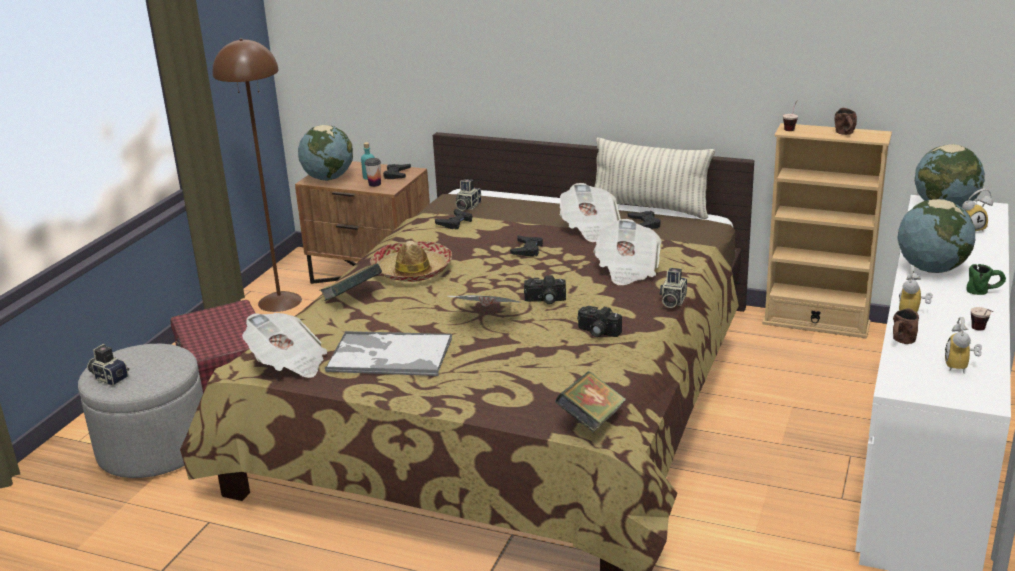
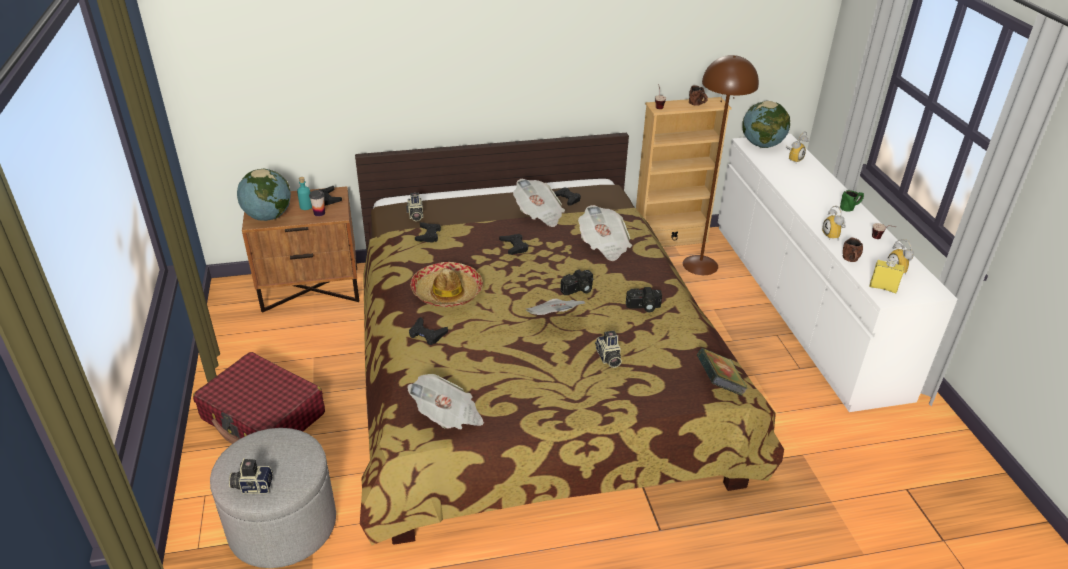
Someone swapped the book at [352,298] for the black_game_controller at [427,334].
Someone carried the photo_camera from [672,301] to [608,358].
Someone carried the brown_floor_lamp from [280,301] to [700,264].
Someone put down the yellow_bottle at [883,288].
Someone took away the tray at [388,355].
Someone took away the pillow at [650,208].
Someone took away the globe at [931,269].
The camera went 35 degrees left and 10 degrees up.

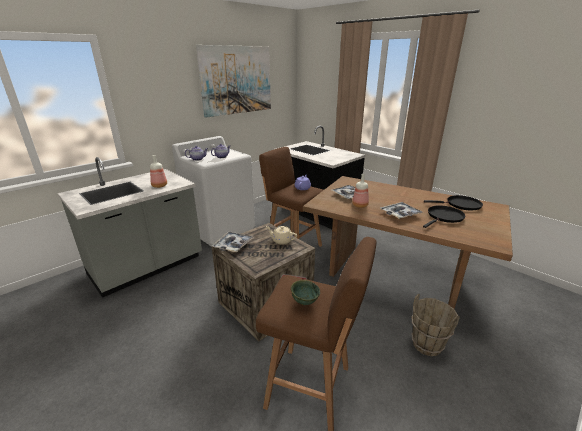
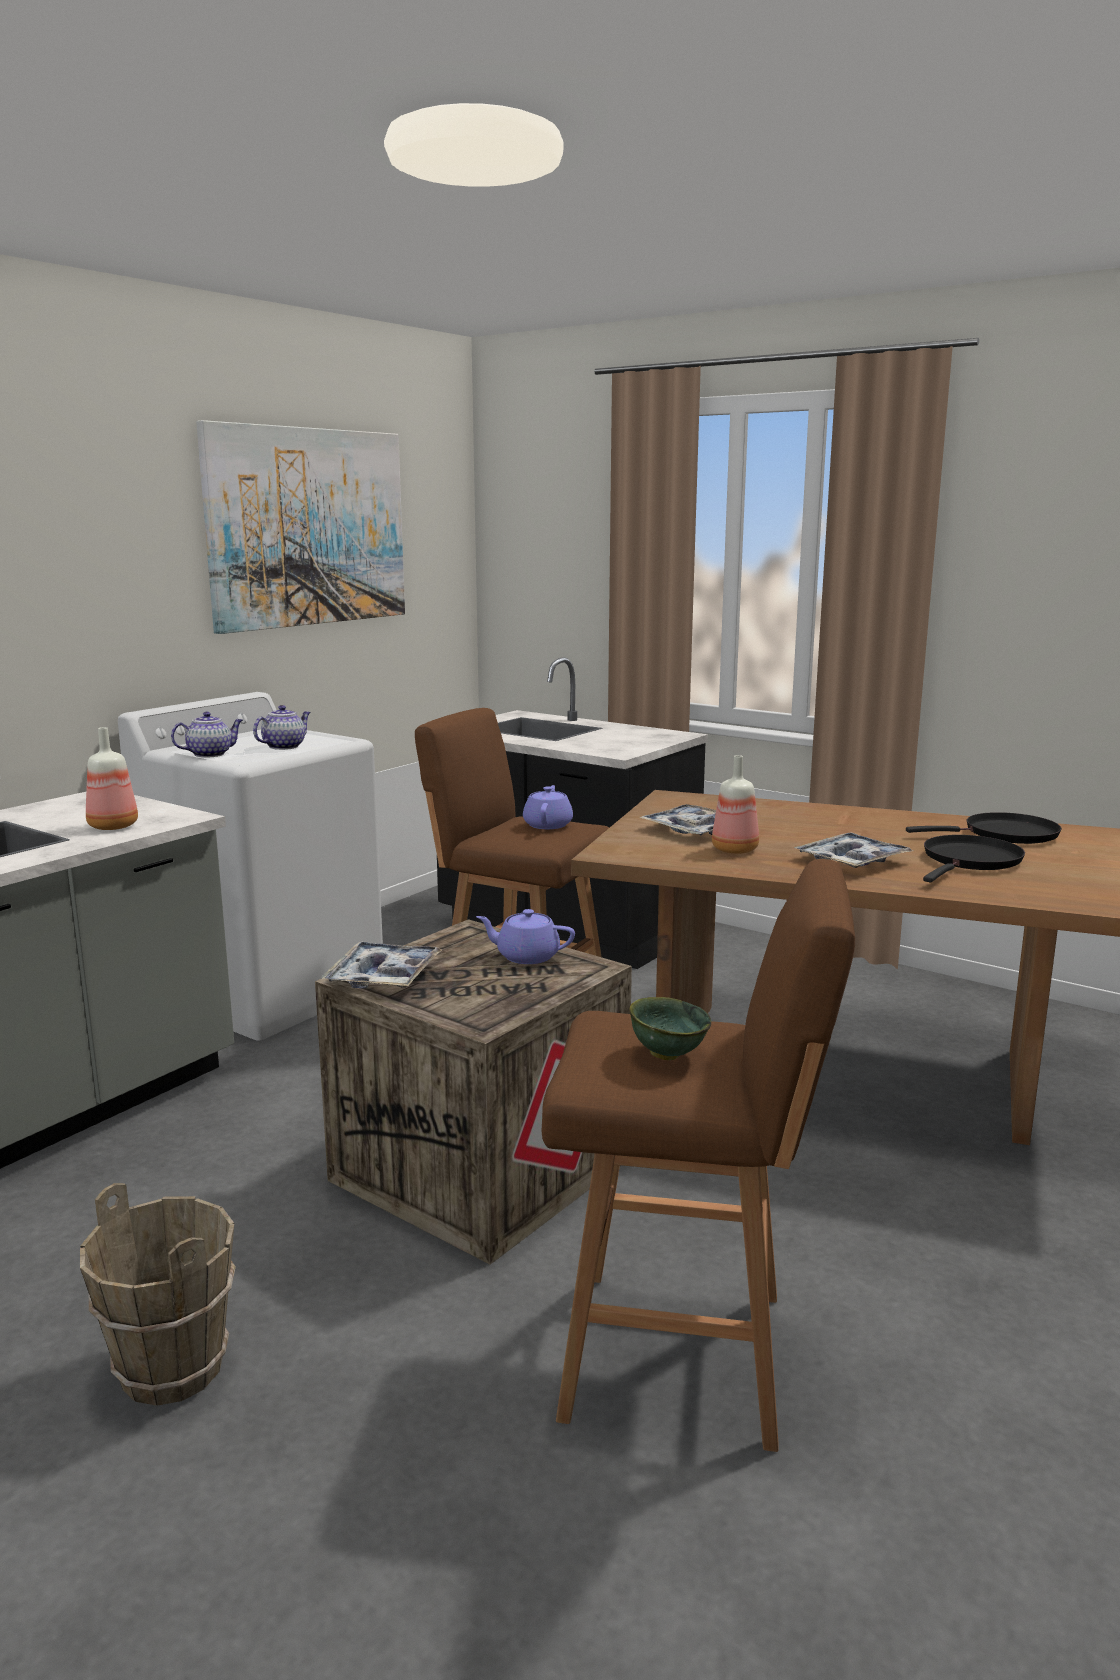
Someone carried the brown_bucket from [427,344] to [173,1368].
Someone repainted the beige_teapot at [281,240], which became the purple_teapot at [526,956].
The camera went 10 degrees left and 10 degrees down.

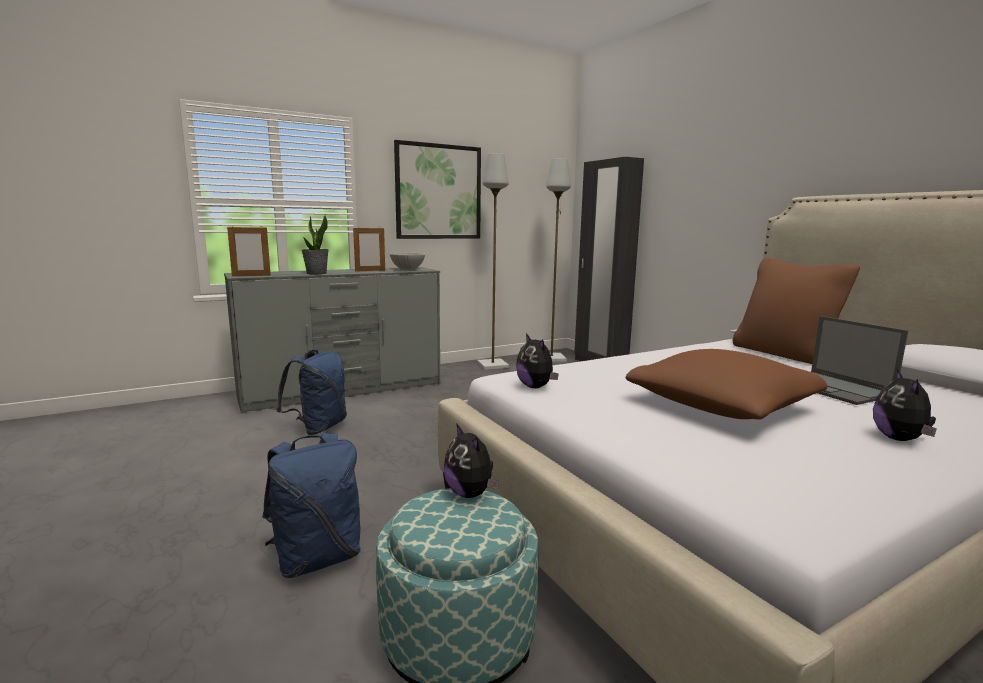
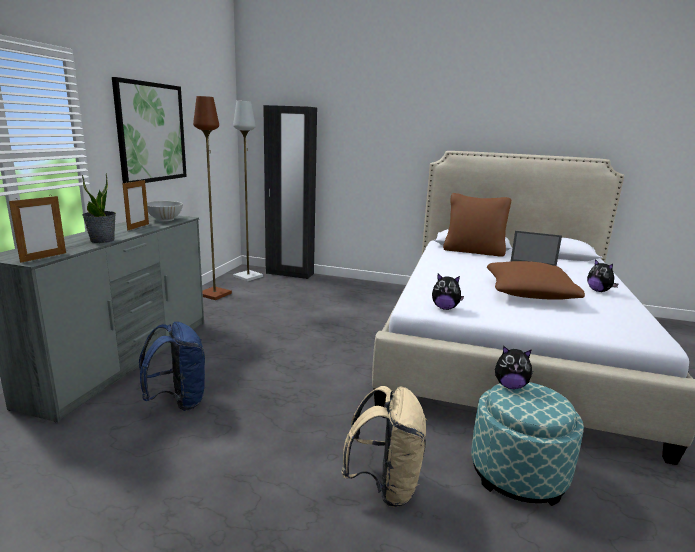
Someone repainted the grey_floor_lamp at [493,365], which became the brown_floor_lamp at [215,294].
Someone repainted the blue_backpack at [317,558], which became the beige_backpack at [385,485].
The camera went 45 degrees left and 5 degrees up.

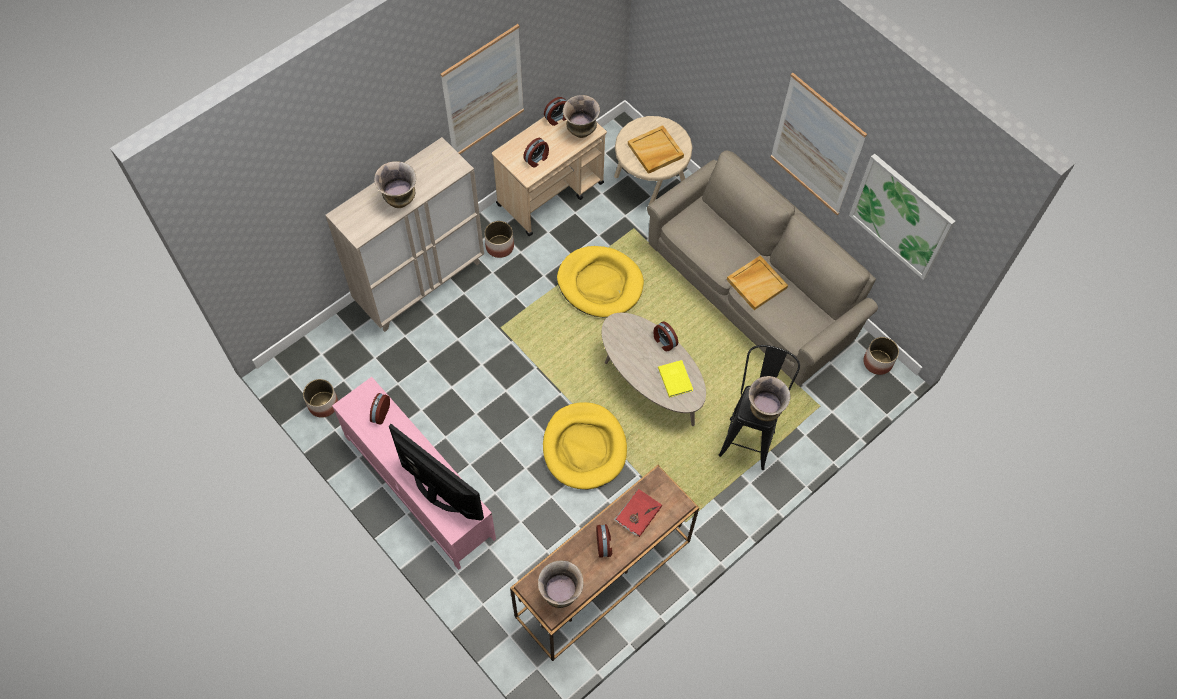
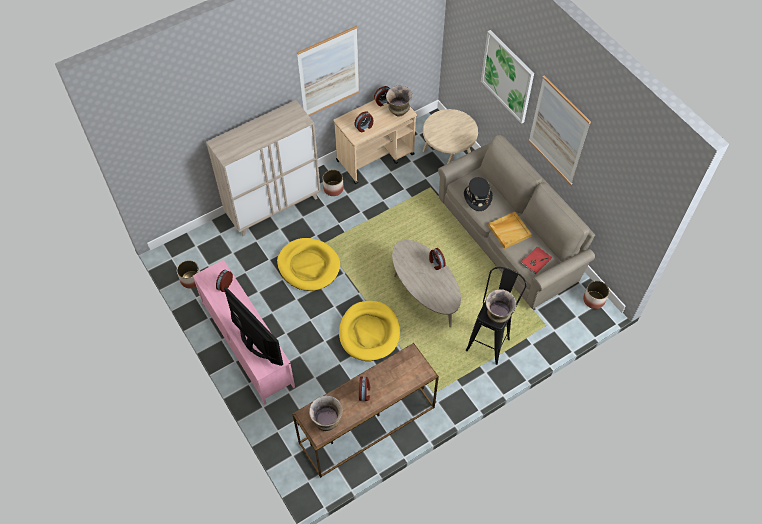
Someone carried the yellow_dog_bed from [600,283] to [308,266].
Someone put down the black_hat at [477,198].
Someone carried the picture from [901,216] to [507,76].
Someone carried the red_book from [637,513] to [535,261].
Someone took away the vase at [400,200].
Someone took away the beige_tray at [655,151].
Someone took away the yellow_book at [676,378].
The camera went 10 degrees right and 5 degrees down.

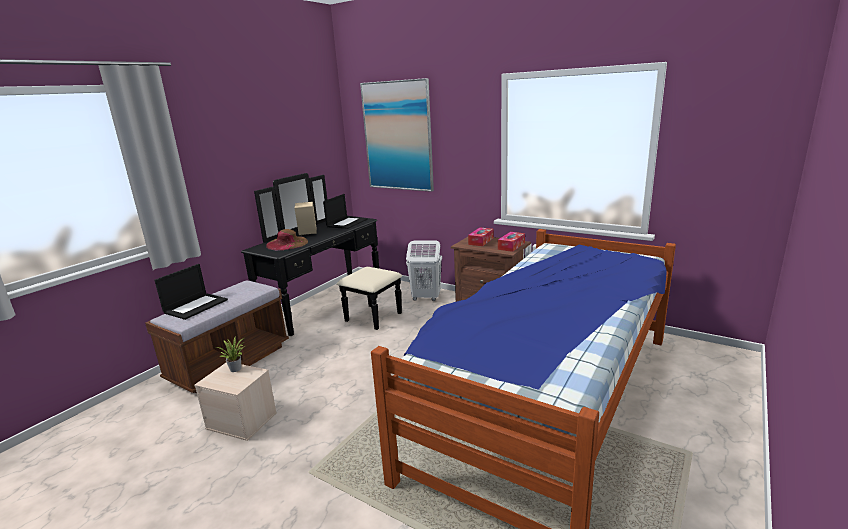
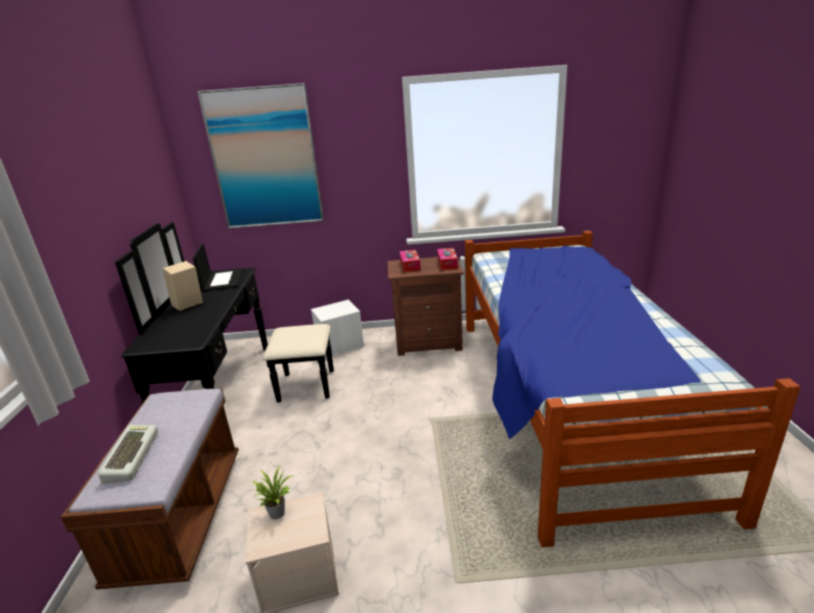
Someone swapped the laptop at [196,306] for the keyboard at [130,456].
Someone swapped the white_laundry_basket at [426,298] for the white_storage_box at [339,345].
Someone took away the brown_hat at [287,243].
The camera went 35 degrees left and 5 degrees up.

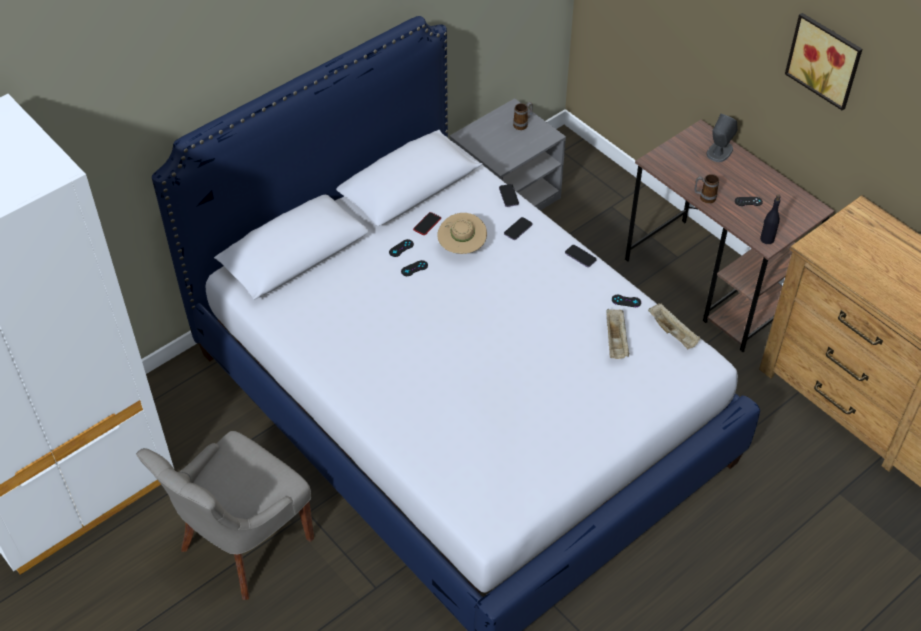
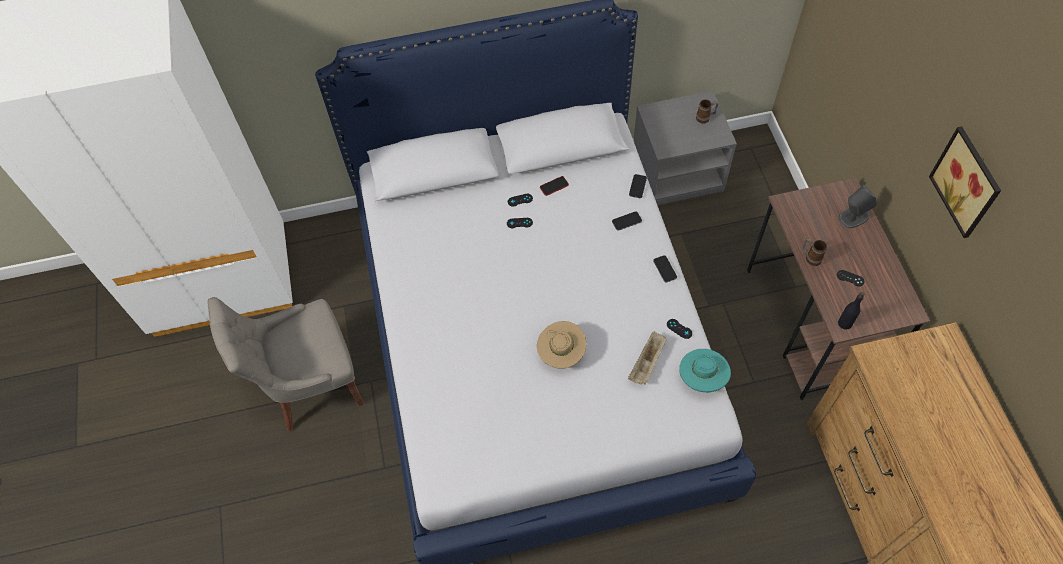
Someone carried the beige_hat from [462,247] to [561,353].
Someone swapped the beige_tray at [673,333] for the turquoise_hat at [702,378].
The camera went 30 degrees right and 10 degrees up.

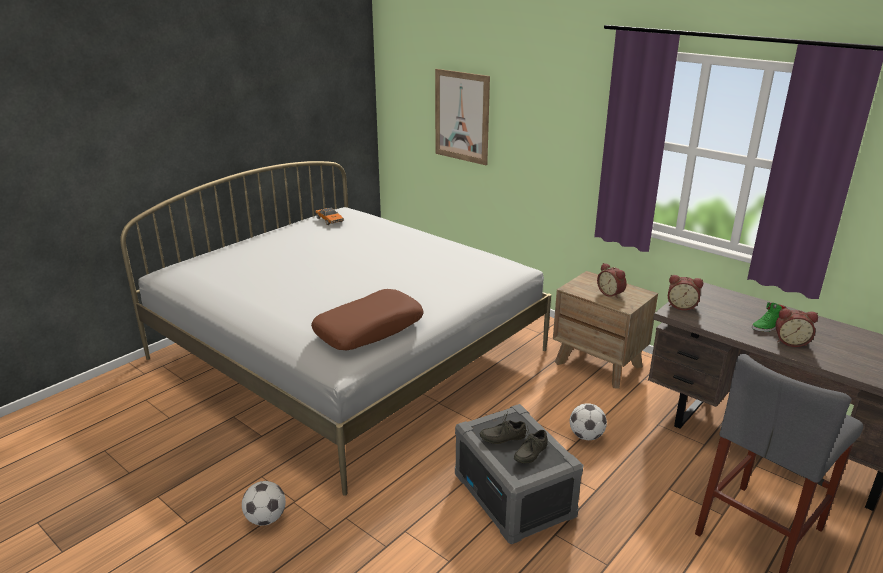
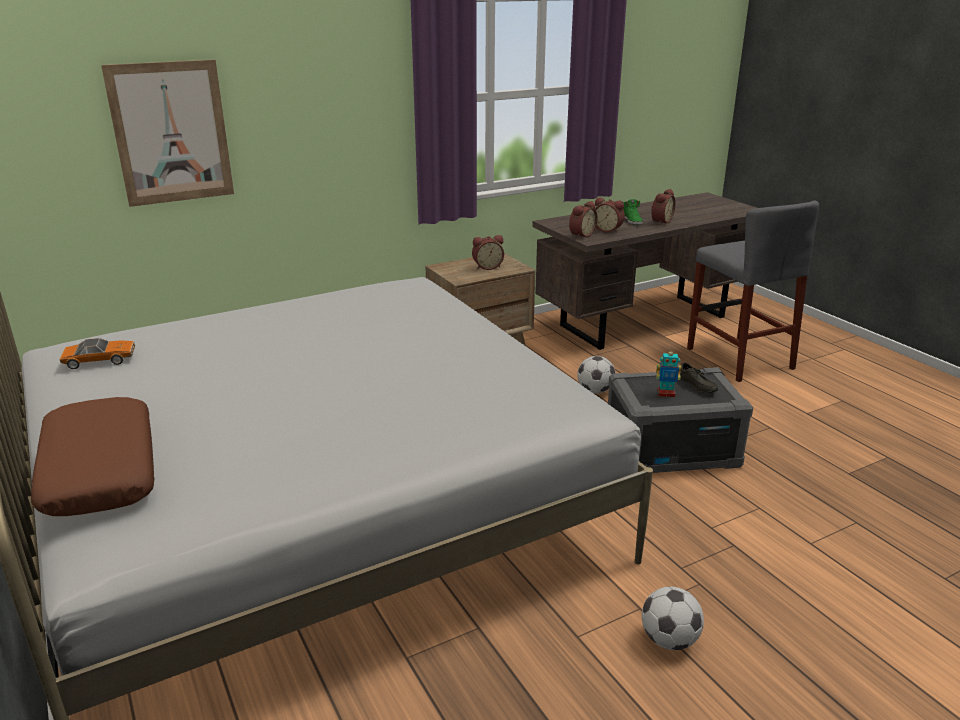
Someone carried the brown_pillow from [369,329] to [99,471].
Someone put down the alarm_clock at [608,230].
Someone swapped the grey_shoe at [502,436] for the toy_robot at [666,393].
The camera went 70 degrees left and 0 degrees up.

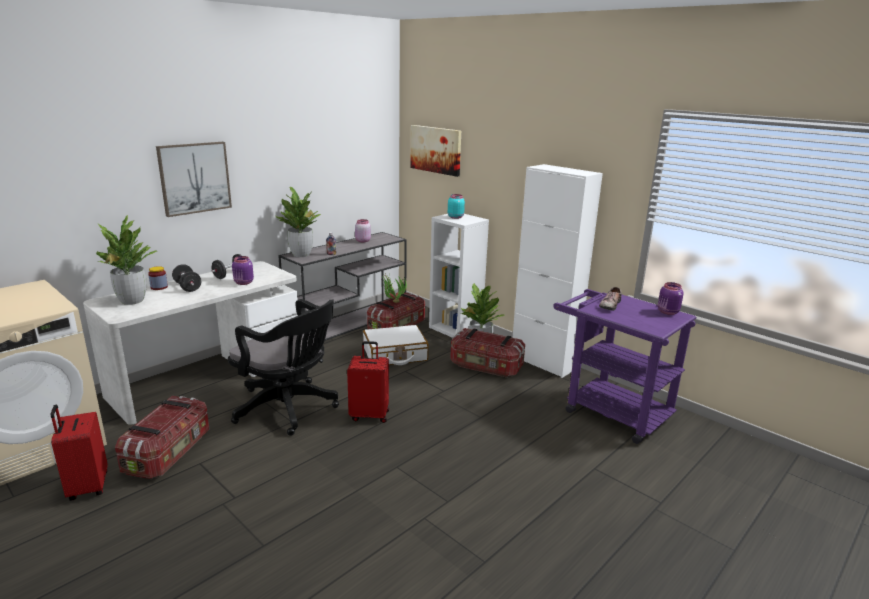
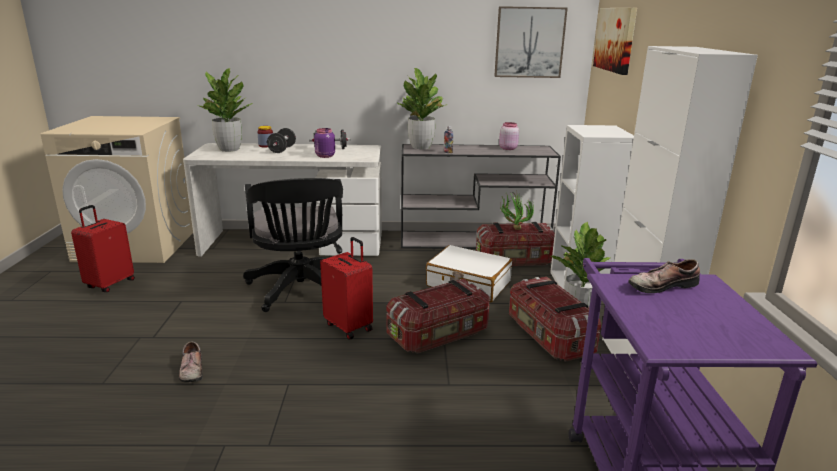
Someone put down the shoe at [191,370].
Someone carried the storage_box from [169,453] to [439,335].
Someone carried the picture from [194,178] to [529,42].
Someone took away the turquoise_jar at [455,217].
Someone took away the purple_jar at [667,312].
The camera went 45 degrees right and 0 degrees up.

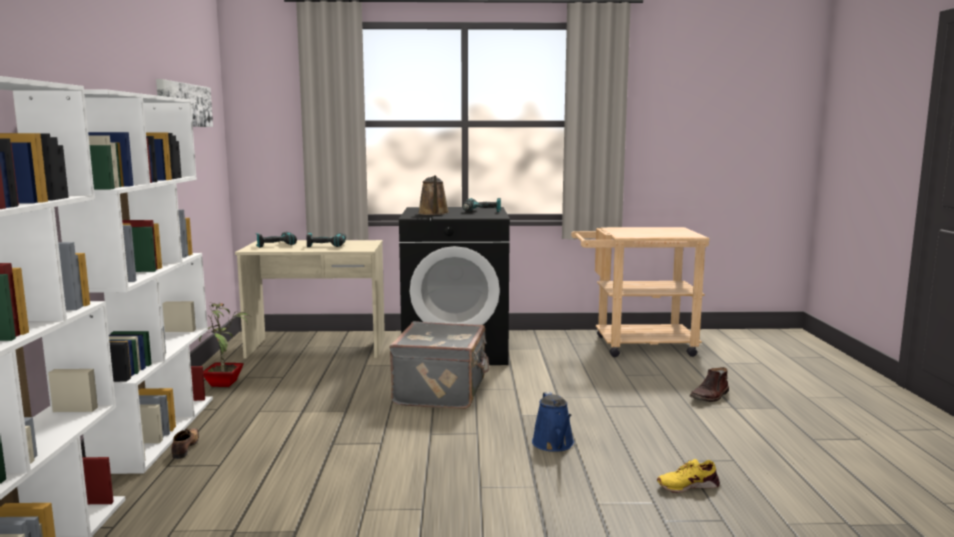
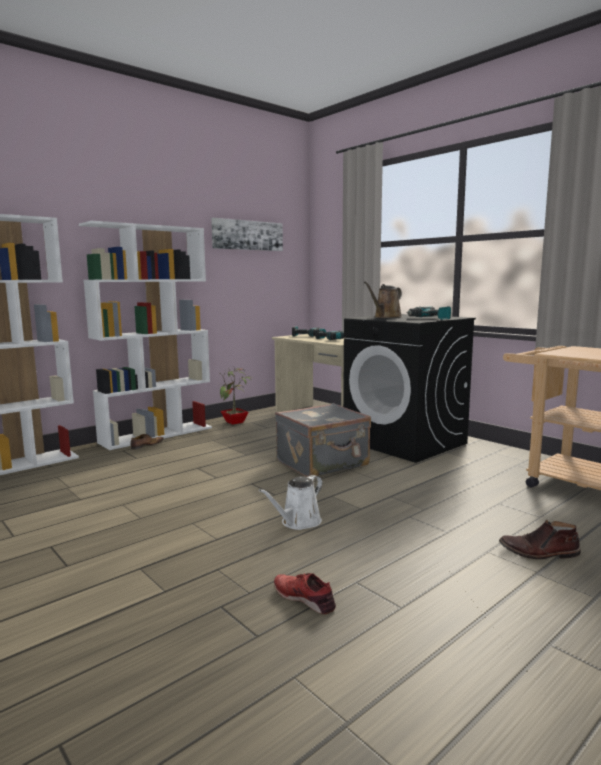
Someone repainted the blue_watering_can at [554,444], which became the white_watering_can at [298,522].
Someone repainted the yellow_shoe at [687,485], which became the red_shoe at [305,598].
The camera went 50 degrees right and 0 degrees up.

